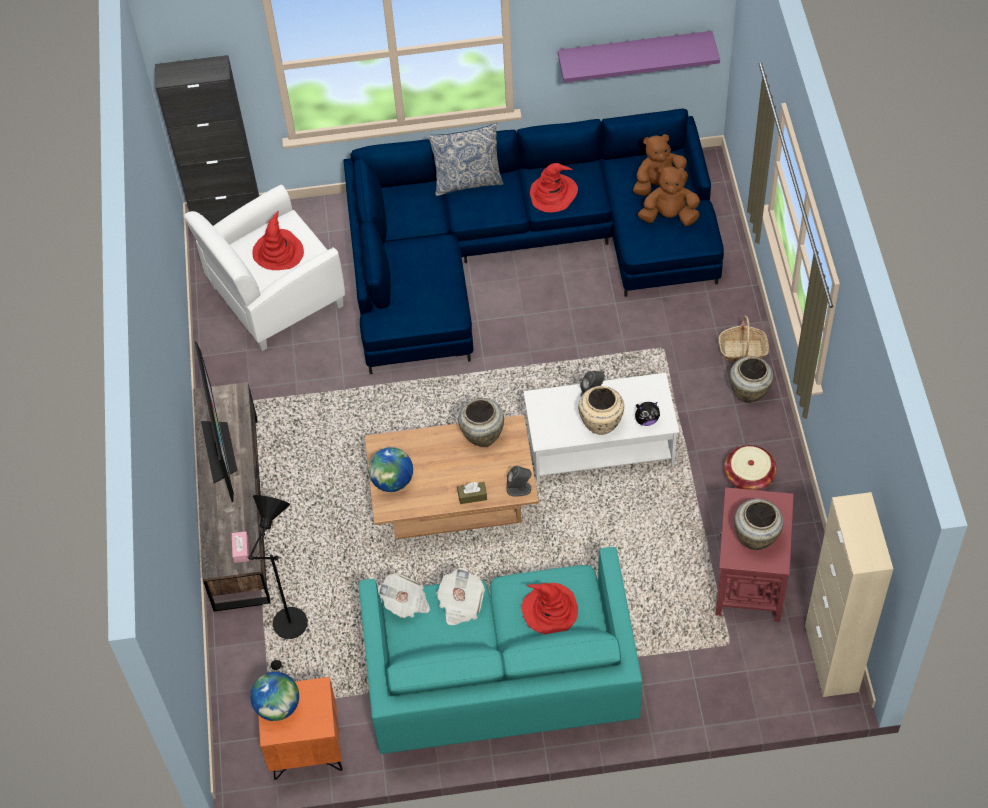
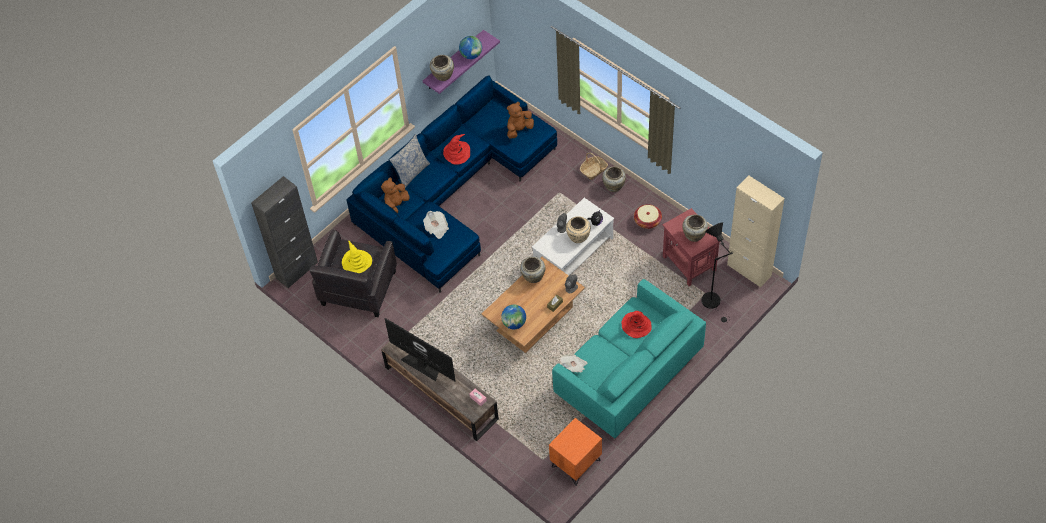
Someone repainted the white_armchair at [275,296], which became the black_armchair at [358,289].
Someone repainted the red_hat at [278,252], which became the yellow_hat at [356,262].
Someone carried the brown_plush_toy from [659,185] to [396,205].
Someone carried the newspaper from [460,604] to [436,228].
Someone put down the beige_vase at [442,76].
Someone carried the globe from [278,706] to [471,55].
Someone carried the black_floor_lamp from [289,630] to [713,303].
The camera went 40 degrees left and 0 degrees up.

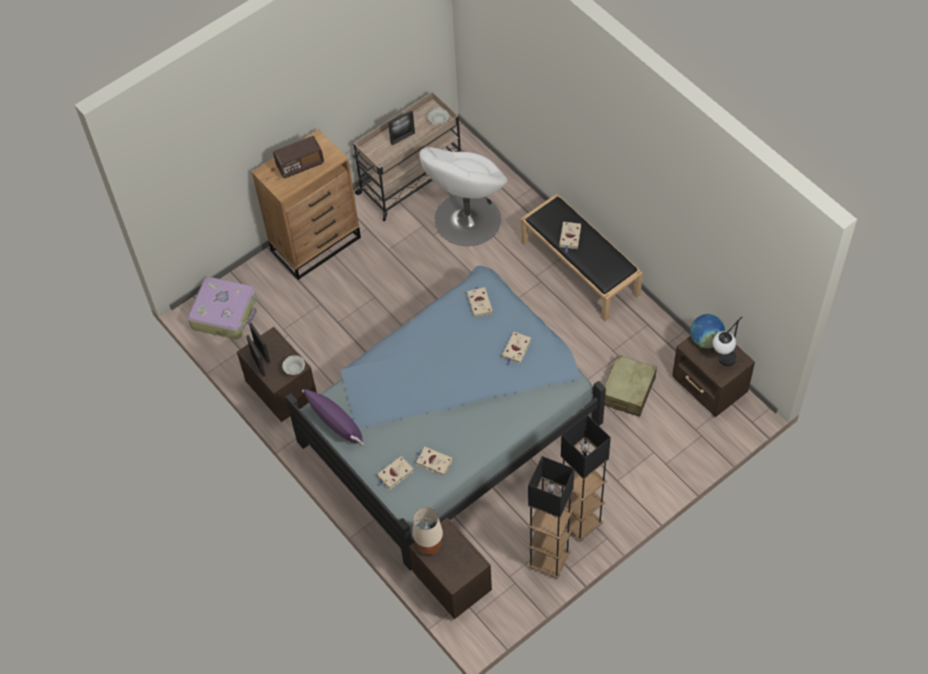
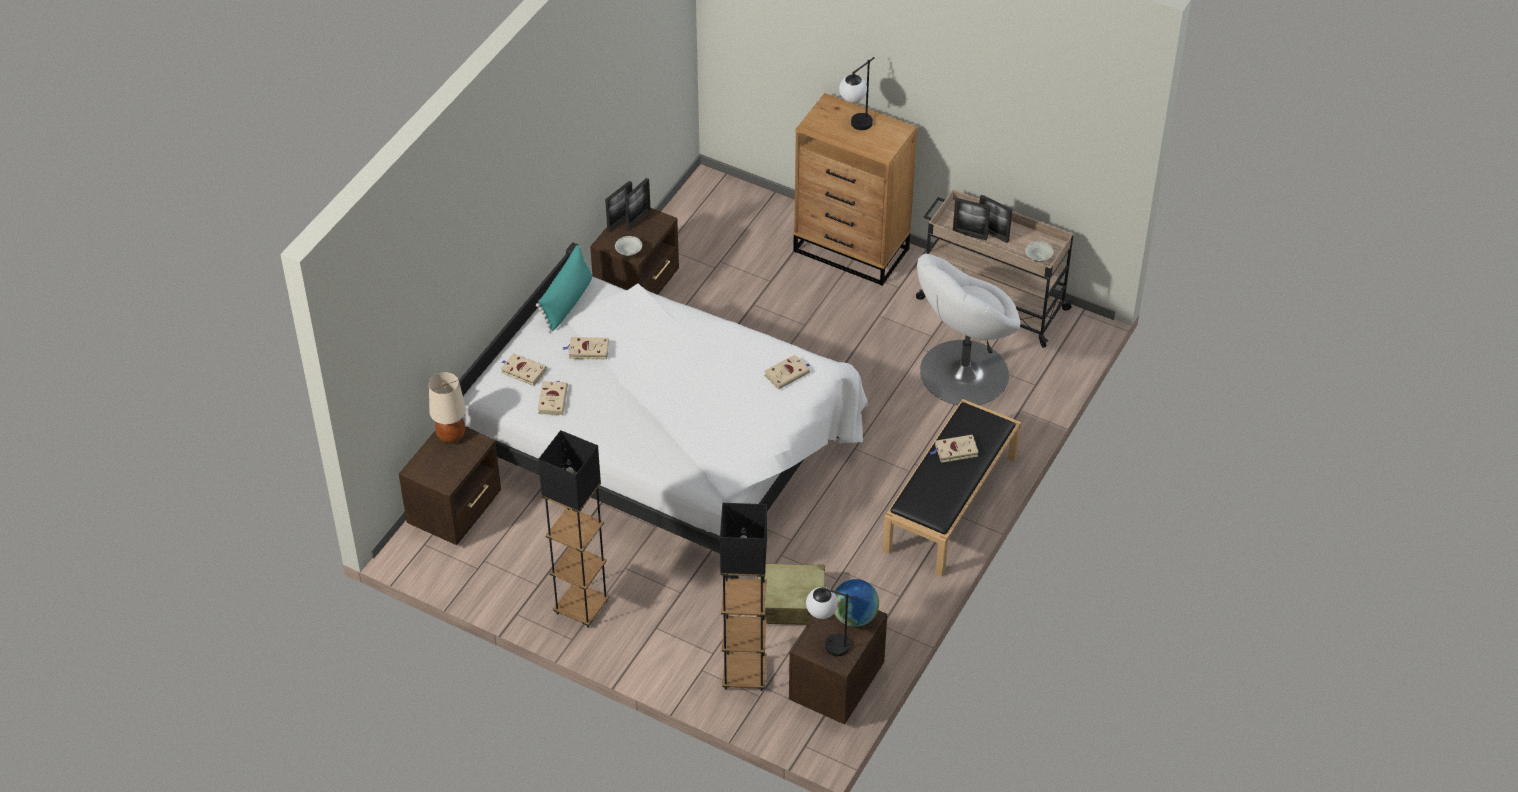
Someone repainted the blue_bed at [449,422], which became the white_bed at [665,445].
Someone repainted the purple_pillow at [335,423], which became the turquoise_pillow at [567,302].
Someone carried the beige_book from [516,350] to [587,350].
Someone carried the black_floor_lamp from [549,561] to [744,674].
Someone swapped the radio at [300,165] for the table_lamp at [855,127].
Someone rotated the white_armchair at [466,220] by 45 degrees counterclockwise.
Someone put down the picture_frame at [970,235].
Someone took away the suitcase at [225,313].
The camera went 65 degrees right and 10 degrees down.

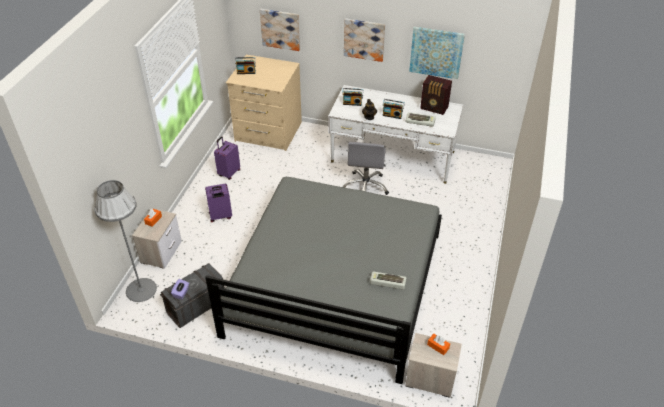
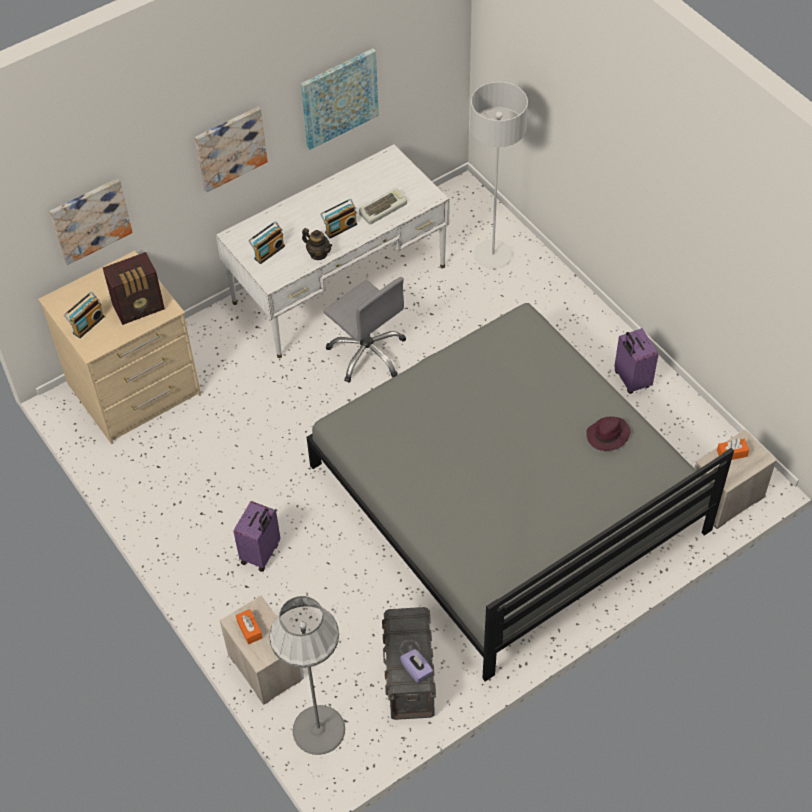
Someone carried the radio from [434,108] to [140,308].
Someone put down the grey_floor_lamp at [492,255].
Someone swapped the keyboard at [387,282] for the purple_hat at [607,436].
Someone carried the purple_suitcase from [229,173] to [631,380].
The camera went 50 degrees left and 10 degrees up.

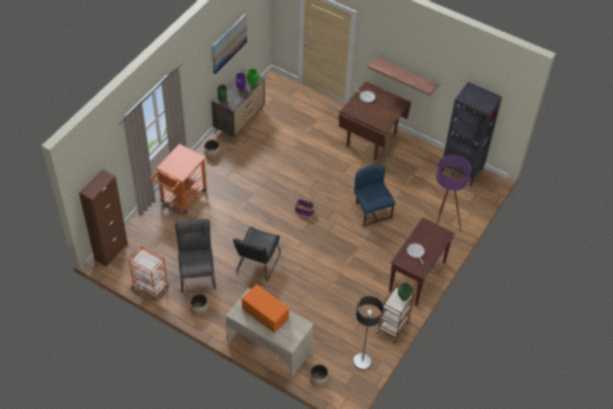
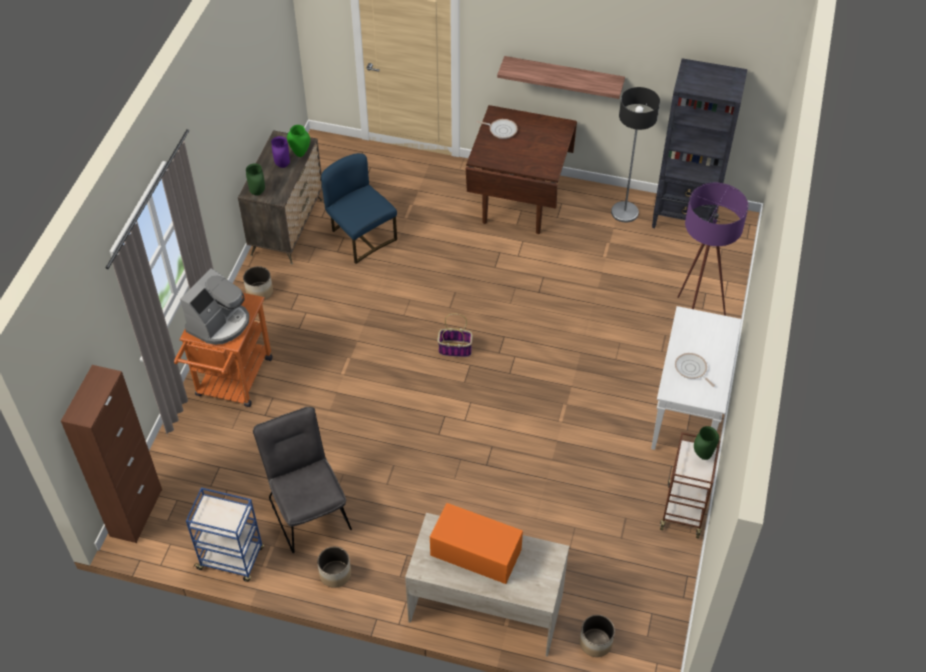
Someone put down the coffee_machine at [219,323].
Someone repainted the orange_cart at [150,287], which became the blue_cart at [232,559].
Someone carried the blue_chair from [371,211] to [361,237].
Someone carried the floor_lamp from [362,361] to [624,212].
Someone repainted the brown_console_table at [417,277], which became the white_console_table at [688,412].
Someone took away the picture at [228,43].
Someone took away the black_chair at [257,265].
The camera went 15 degrees left and 0 degrees up.

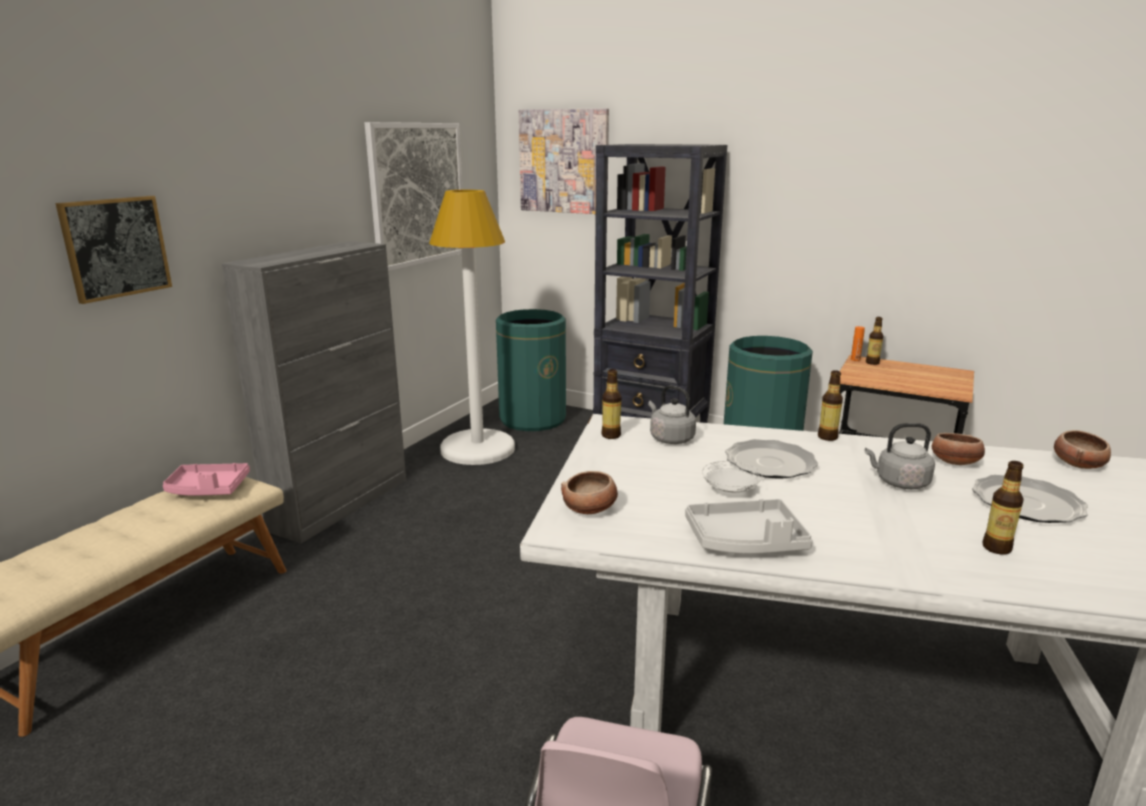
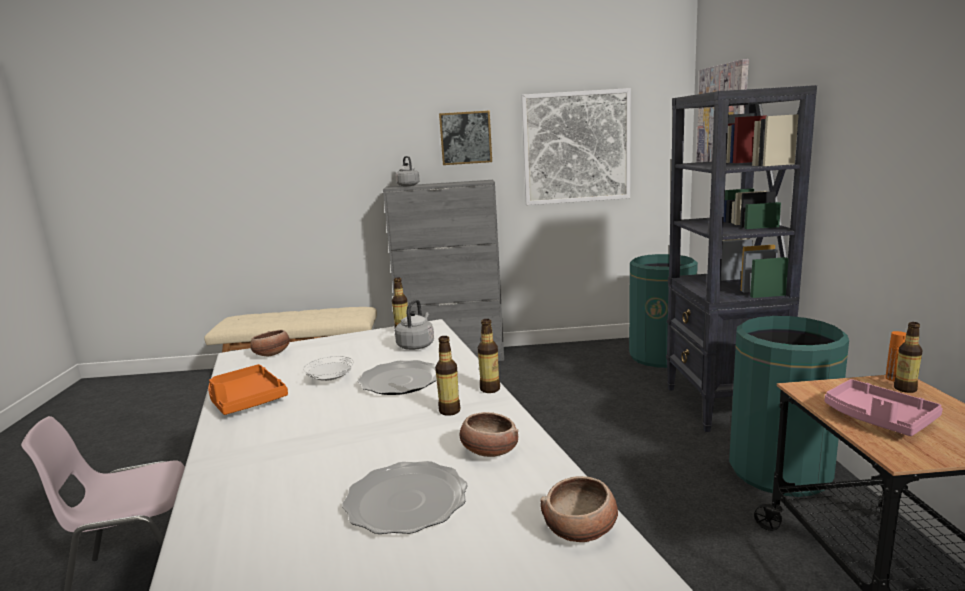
Someone repainted the grey_tray at [746,541], which became the orange_tray at [245,400].
Someone carried the grey_kettle from [899,482] to [407,185].
Someone carried the bottle from [996,548] to [449,411].
Someone carried the picture from [115,247] to [465,138].
Someone carried the pink_tray from [208,489] to [877,419].
Someone took away the white_floor_lamp at [478,449].
The camera went 60 degrees right and 5 degrees down.

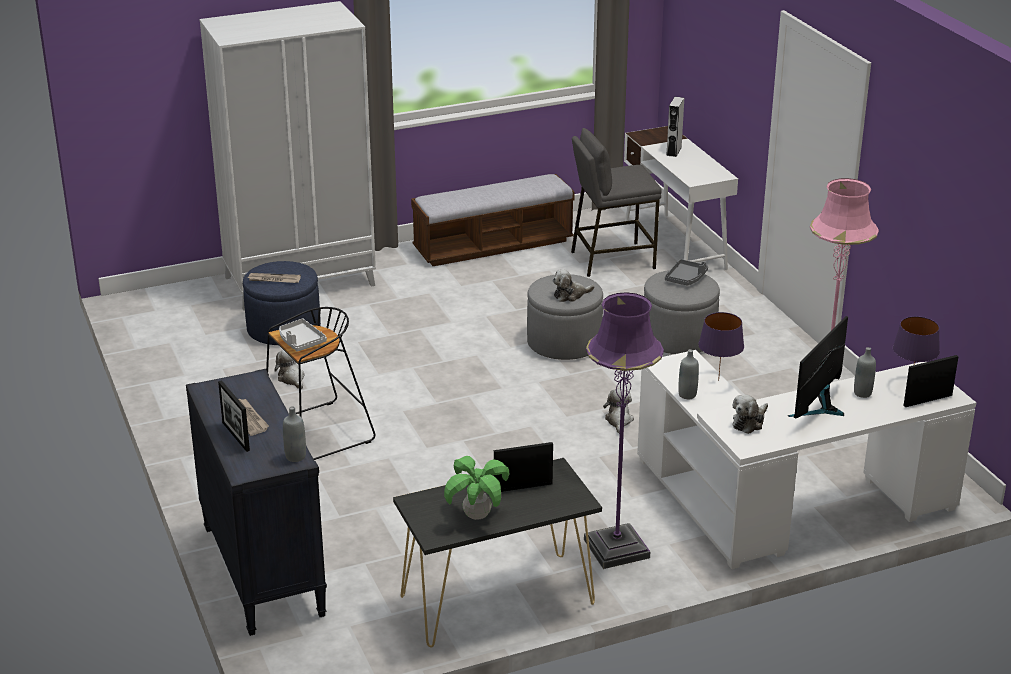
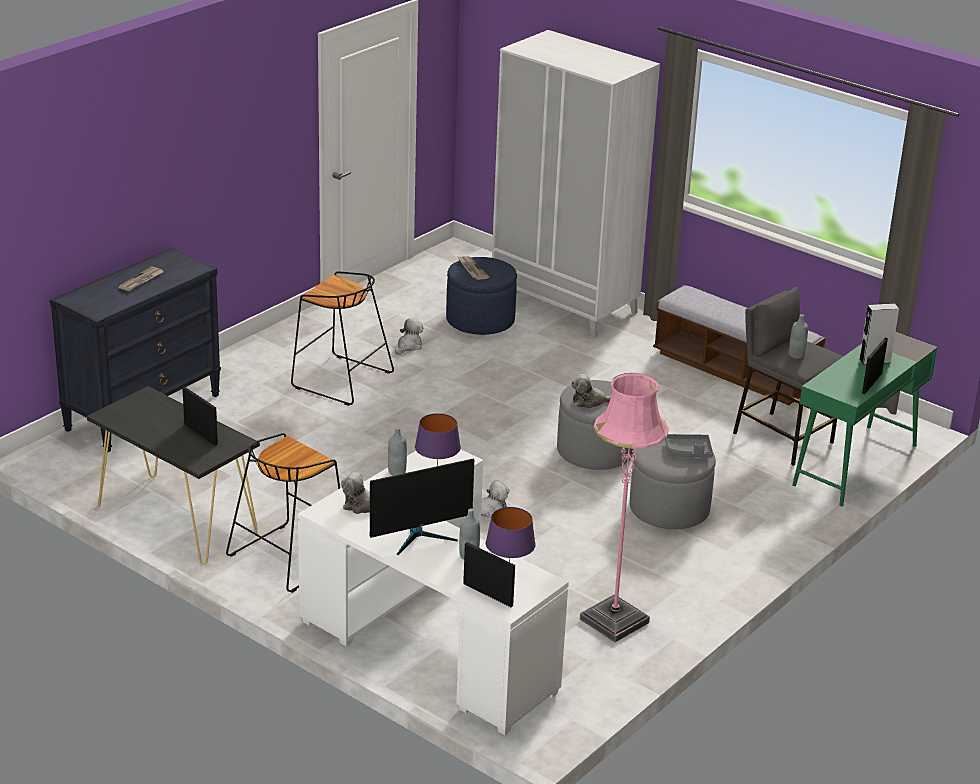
Someone swapped the purple_floor_lamp at [616,548] for the black_stool at [288,557].
Someone rotated the monitor at [819,408] by 150 degrees clockwise.
Someone rotated the plush_toy at [570,295] by 45 degrees counterclockwise.
Someone carried the grey_bottle from [295,456] to [796,355].
Someone repainted the white_desk at [675,245], which became the green_desk at [855,465].
Someone carried the picture_frame from [235,436] to [872,383].
Someone took away the grey_tray at [300,341].
Someone took away the potted_plant at [476,516].
The camera went 60 degrees right and 0 degrees up.

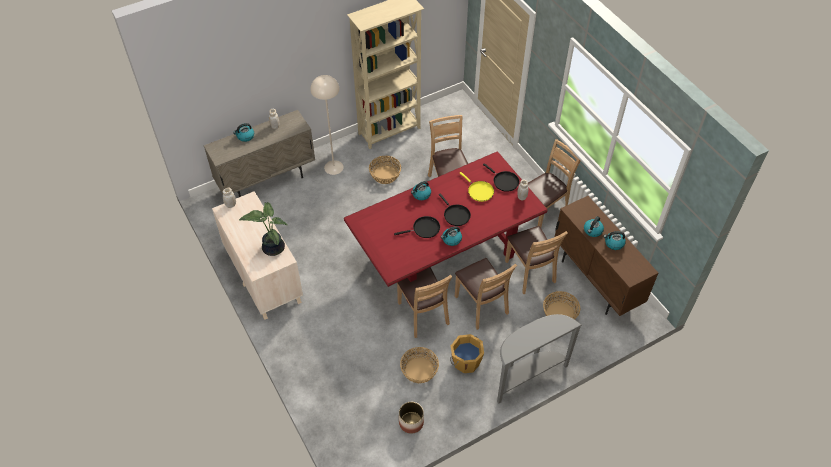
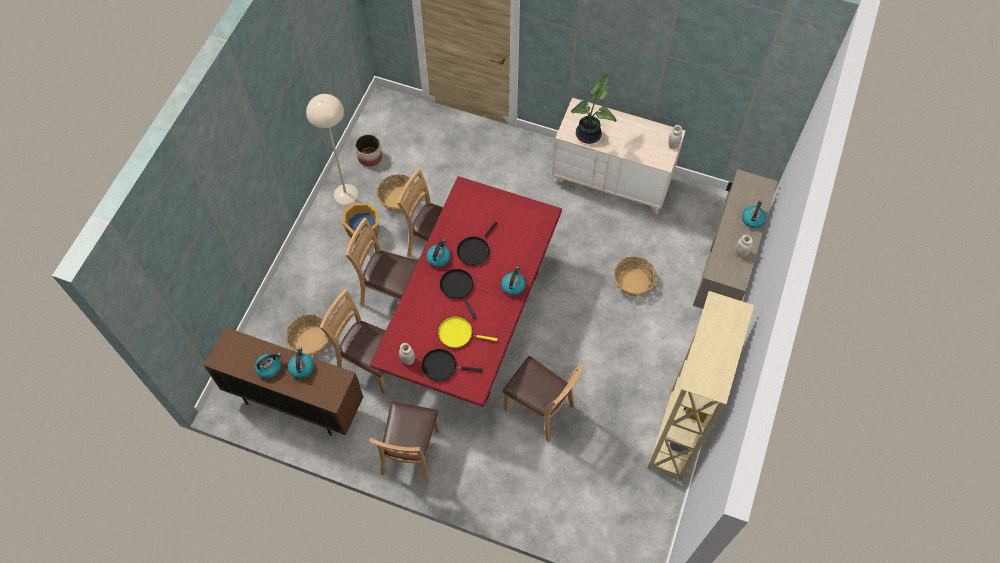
Someone carried the beige_floor_lamp from [334,167] to [345,194].
Someone rotated the black_frying_pan at [455,215] by 45 degrees clockwise.
Someone carried the basket from [385,175] to [632,281].
Someone took away the grey_console_table at [527,376].
The camera went 140 degrees right and 10 degrees up.

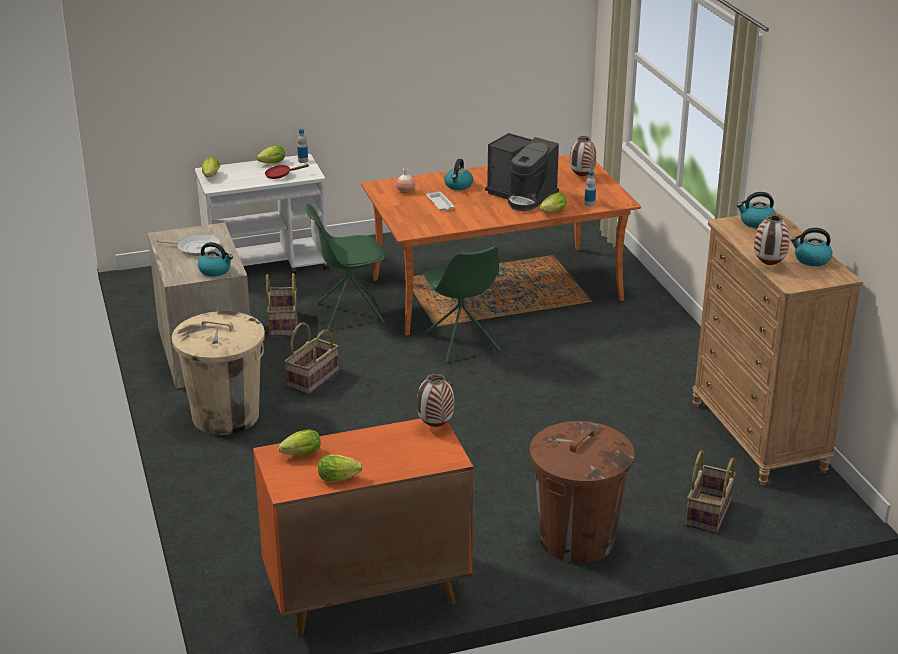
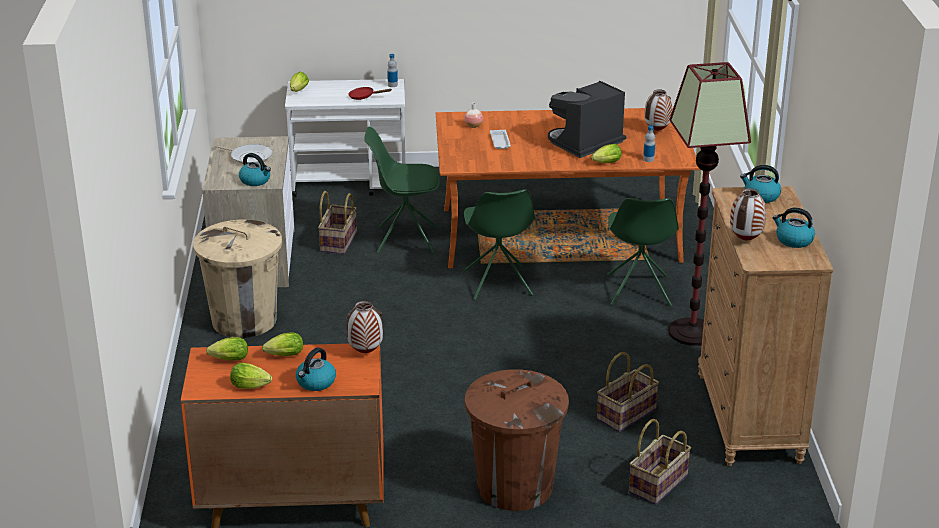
Someone carried the lettuce from [270,163] to [283,356].
Someone carried the kettle from [458,185] to [315,382].
Someone rotated the coffee_machine at [522,196] by 90 degrees clockwise.
Someone carried the basket from [313,379] to [627,415].
Someone put down the green_chair at [638,291].
Someone put down the floor_lamp at [693,332].
The camera went 15 degrees right and 0 degrees up.

